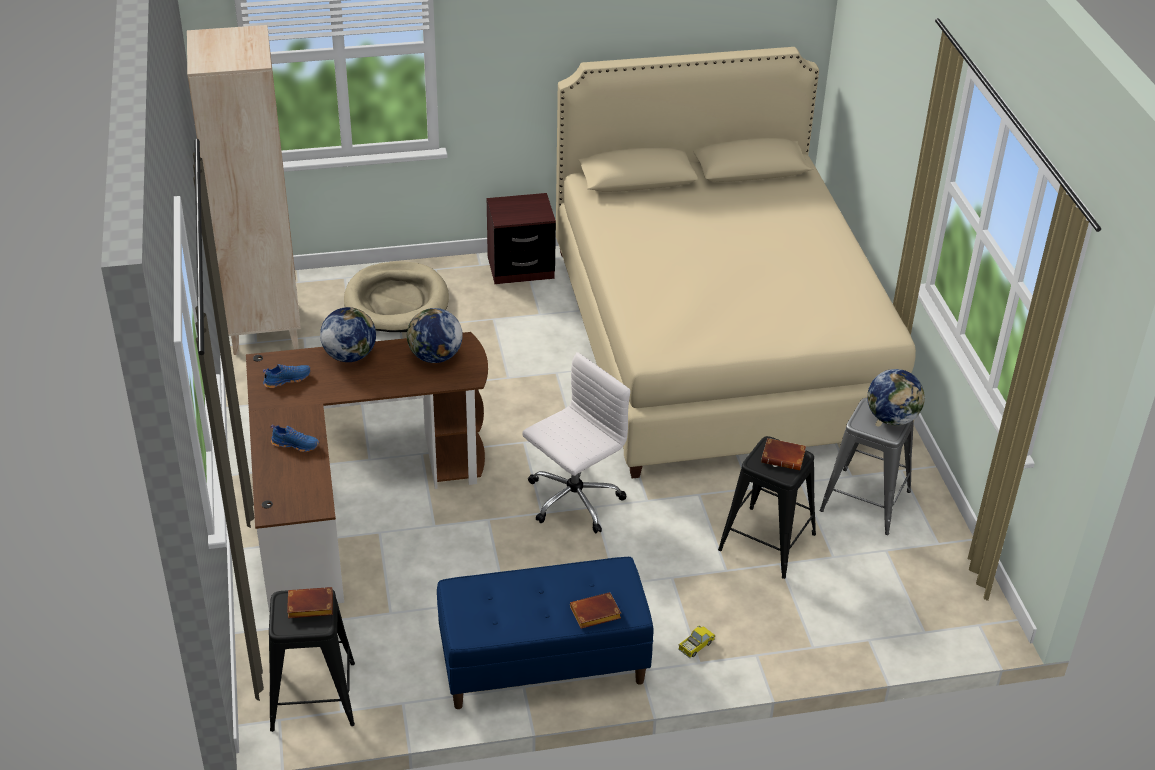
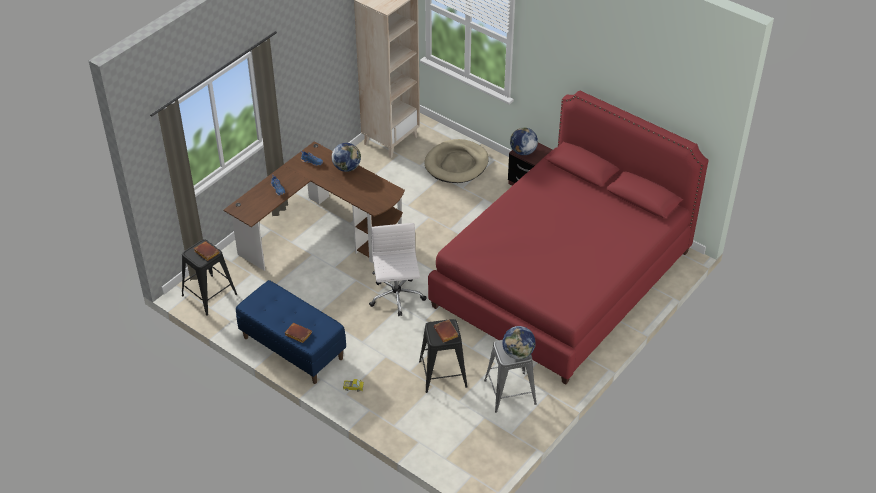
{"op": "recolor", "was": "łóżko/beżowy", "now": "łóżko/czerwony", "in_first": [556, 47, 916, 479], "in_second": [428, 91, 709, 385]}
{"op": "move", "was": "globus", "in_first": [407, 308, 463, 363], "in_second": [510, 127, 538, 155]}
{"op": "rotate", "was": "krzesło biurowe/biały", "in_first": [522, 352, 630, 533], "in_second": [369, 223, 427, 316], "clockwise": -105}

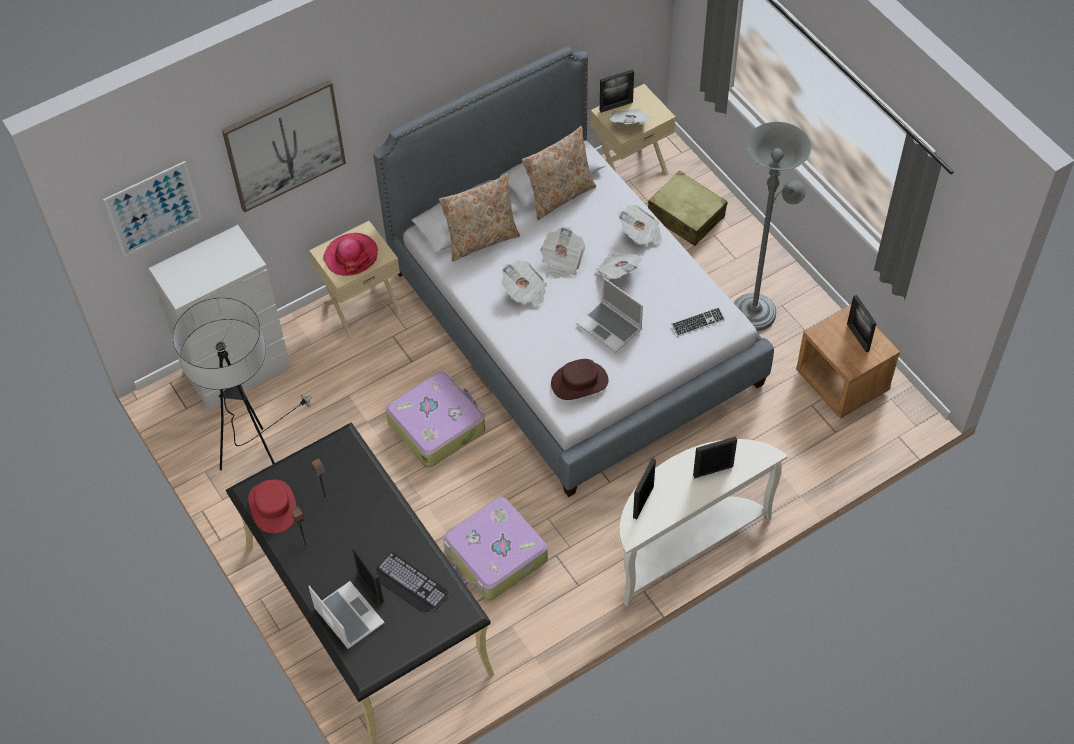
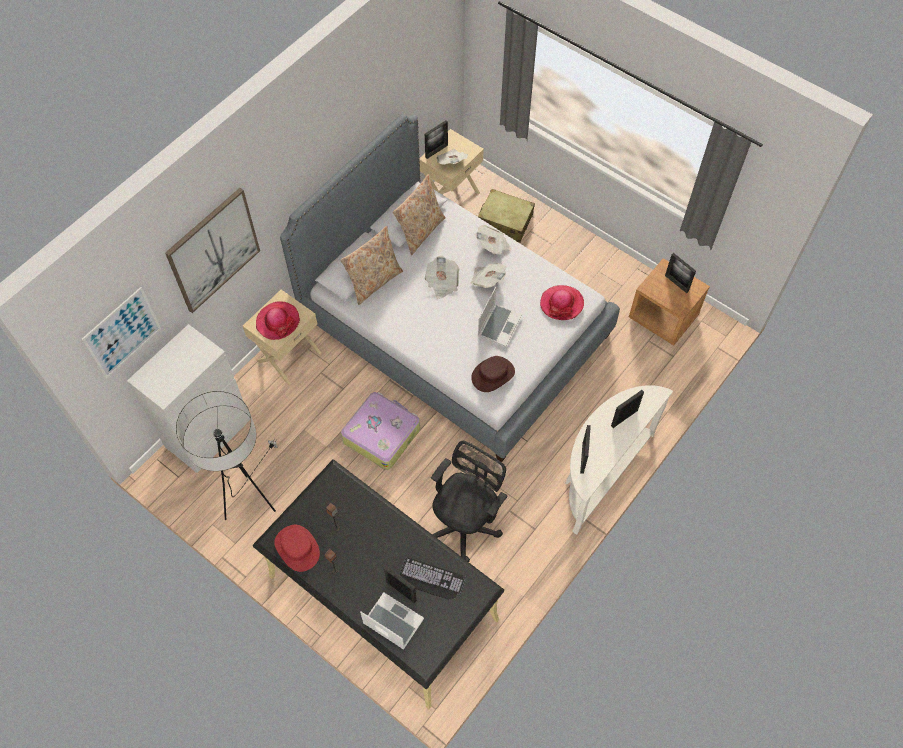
{"op": "delete", "was": "lampa stojąca/szary", "in_first": [734, 122, 811, 331]}
{"op": "delete", "was": "gazeta", "in_first": [502, 260, 547, 307]}
{"op": "rotate", "was": "laptop", "in_first": [577, 277, 643, 353], "in_second": [478, 287, 522, 347], "clockwise": -90}
{"op": "replace", "was": "klawiatura", "now": "kapelusz", "in_first": [672, 307, 725, 336], "in_second": [540, 285, 584, 320]}
{"op": "replace", "was": "walizka", "now": "krzesło biurowe/czarny", "in_first": [443, 497, 548, 600], "in_second": [431, 441, 507, 562]}

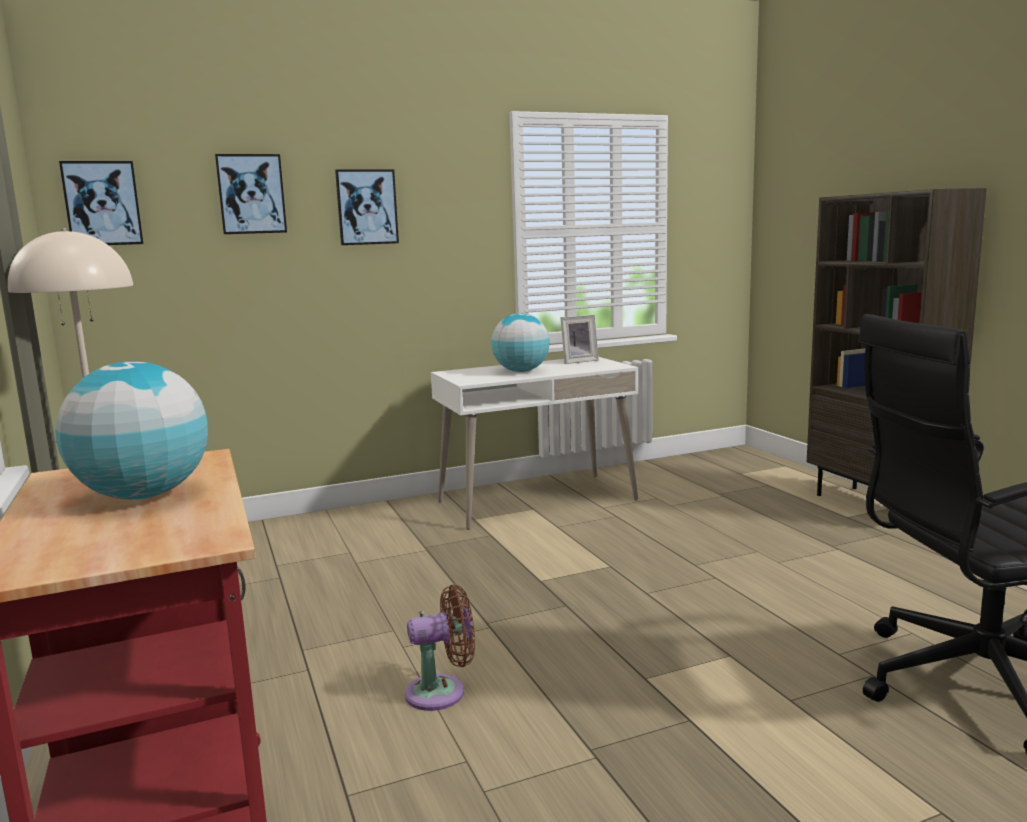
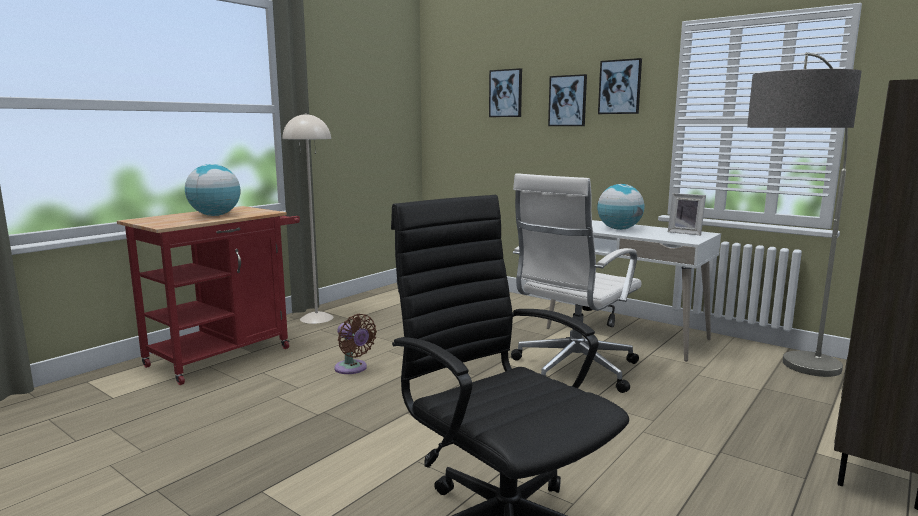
{"op": "move", "was": "obraz", "in_first": [59, 161, 143, 245], "in_second": [598, 58, 642, 114]}
{"op": "insert", "now": "lampa stojąca", "in_second": [747, 52, 862, 377]}
{"op": "insert", "now": "krzesło biurowe/biały", "in_second": [511, 173, 642, 393]}

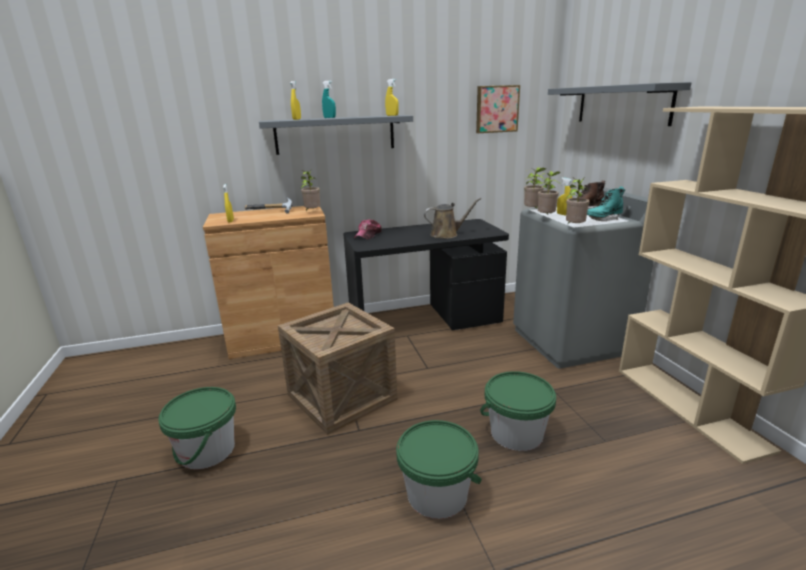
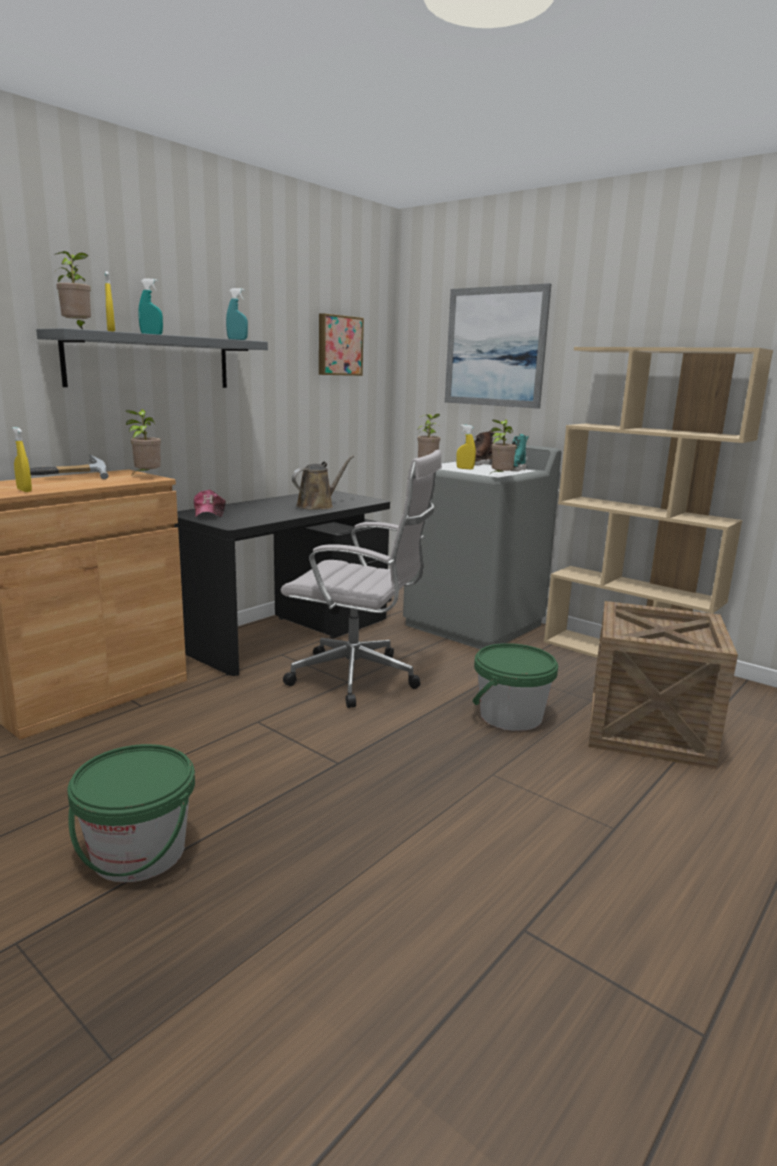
{"op": "recolor", "was": "spryskiwacz/żółty", "now": "spryskiwacz/turkusowy", "in_first": [385, 79, 399, 116], "in_second": [226, 288, 248, 340]}
{"op": "replace", "was": "półka/szary", "now": "obraz", "in_first": [548, 82, 691, 126], "in_second": [445, 283, 551, 409]}
{"op": "move", "was": "roślina doniczkowa", "in_first": [538, 171, 560, 215], "in_second": [54, 251, 91, 329]}
{"op": "move", "was": "skrzynka", "in_first": [278, 303, 397, 435], "in_second": [589, 601, 738, 769]}
{"op": "delete", "was": "wiadro/zielony", "in_first": [396, 420, 482, 519]}
{"op": "insert", "now": "krzesło biurowe/biały", "in_second": [281, 450, 442, 708]}

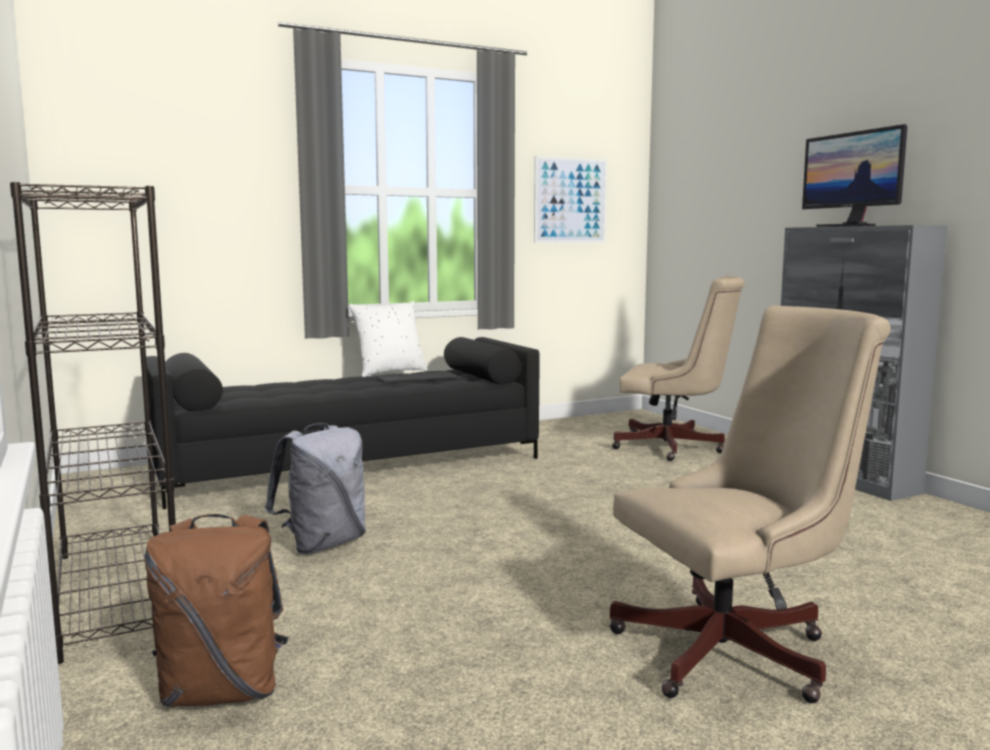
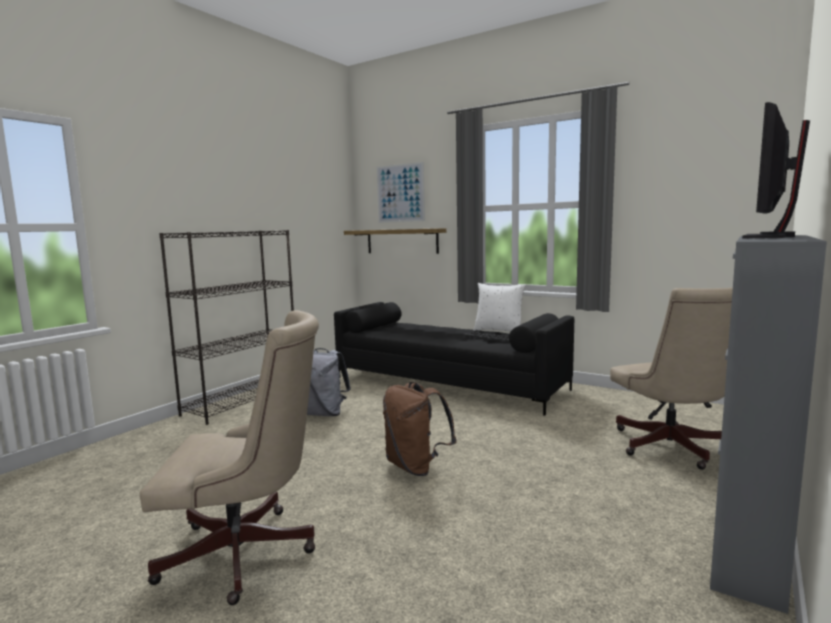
{"op": "move", "was": "obraz", "in_first": [534, 156, 607, 243], "in_second": [377, 162, 425, 223]}
{"op": "rotate", "was": "krzesło biurowe/beżowy", "in_first": [610, 306, 891, 703], "in_second": [140, 310, 319, 605], "clockwise": -45}
{"op": "move", "was": "plecak/brązowy", "in_first": [144, 514, 289, 707], "in_second": [383, 382, 457, 476]}
{"op": "insert", "now": "półka", "in_second": [344, 228, 446, 254]}

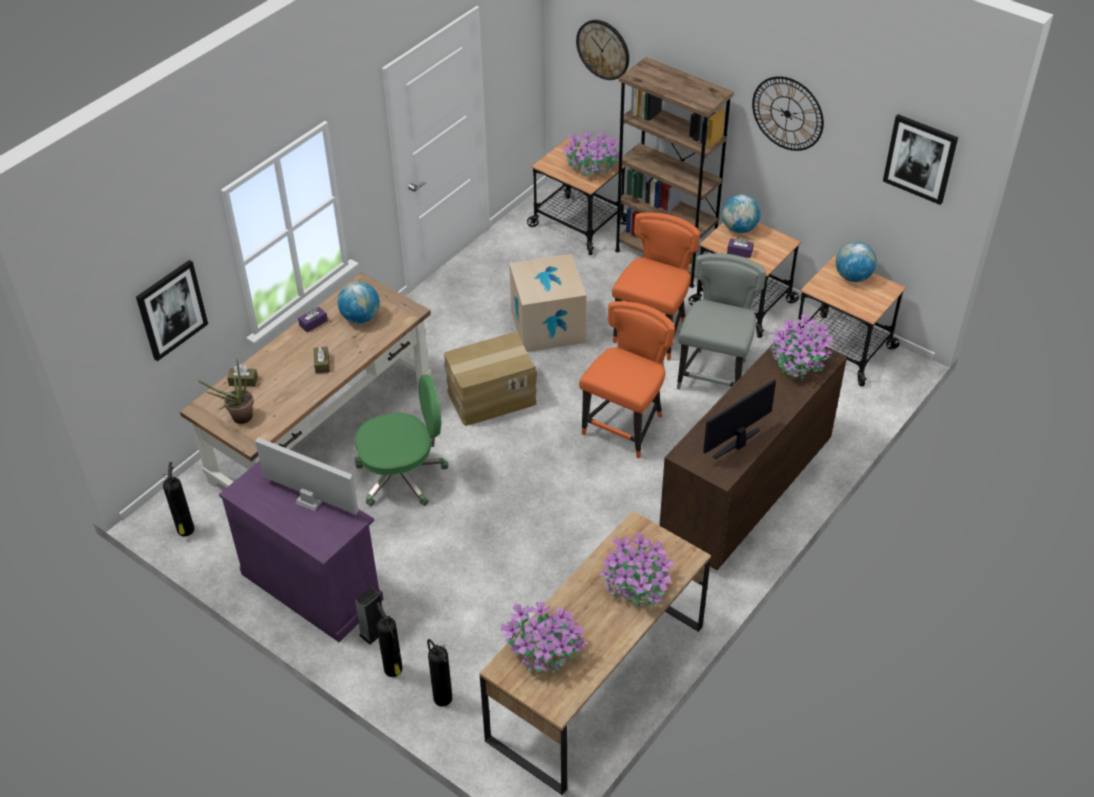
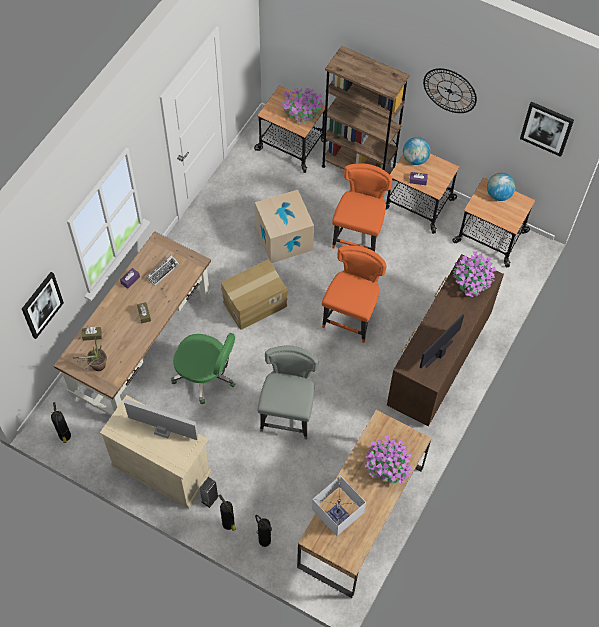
{"op": "delete", "was": "zegar ścienny", "in_first": [576, 20, 629, 80]}
{"op": "move", "was": "krzesło/szary", "in_first": [677, 253, 766, 389], "in_second": [257, 345, 318, 440]}
{"op": "replace", "was": "globus", "now": "klawiatura", "in_first": [338, 281, 380, 323], "in_second": [146, 255, 179, 286]}
{"op": "rotate", "was": "krzesło biurowe/zielony", "in_first": [355, 375, 448, 506], "in_second": [171, 333, 236, 404], "clockwise": 45}
{"op": "recolor", "was": "szafka/fioletowy", "now": "szafka/beżowy", "in_first": [219, 461, 383, 642], "in_second": [100, 395, 212, 509]}
{"op": "replace", "was": "roślina doniczkowa", "now": "lampa stołowa/biały", "in_first": [500, 602, 587, 673], "in_second": [312, 476, 366, 536]}

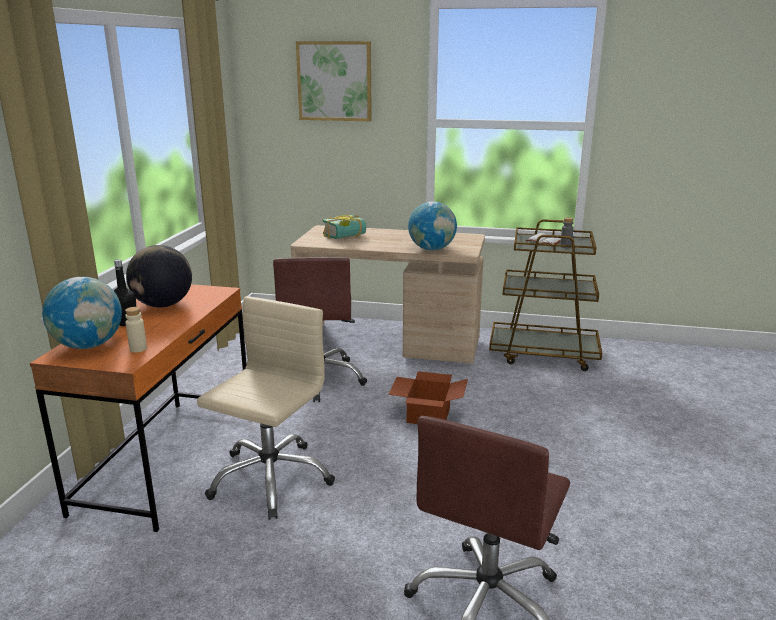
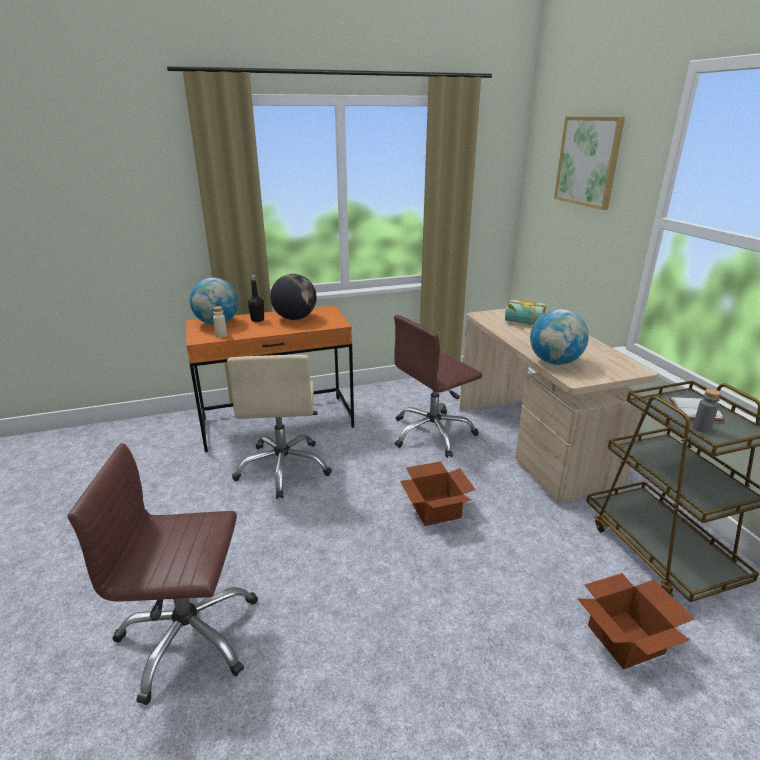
{"op": "rotate", "was": "krzesło biurowe/beżowy", "in_first": [197, 296, 335, 520], "in_second": [227, 355, 332, 499], "clockwise": 90}
{"op": "insert", "now": "karton", "in_second": [577, 573, 695, 669]}

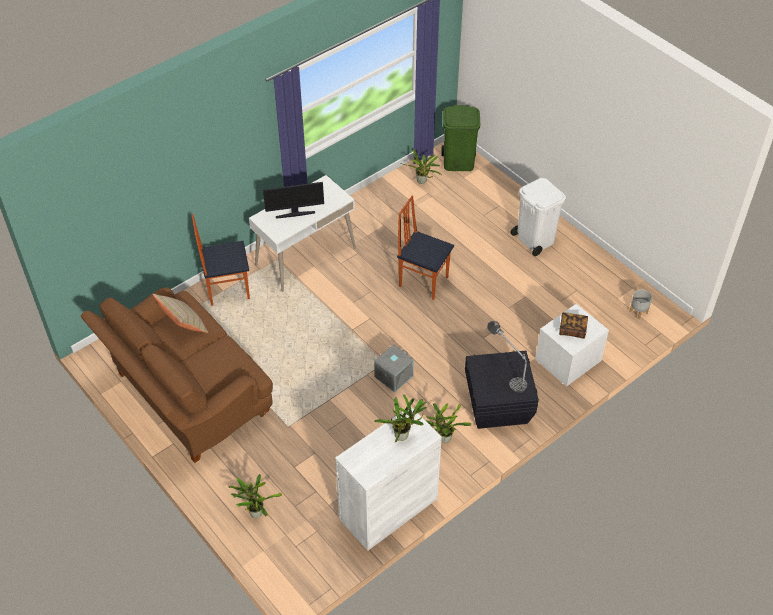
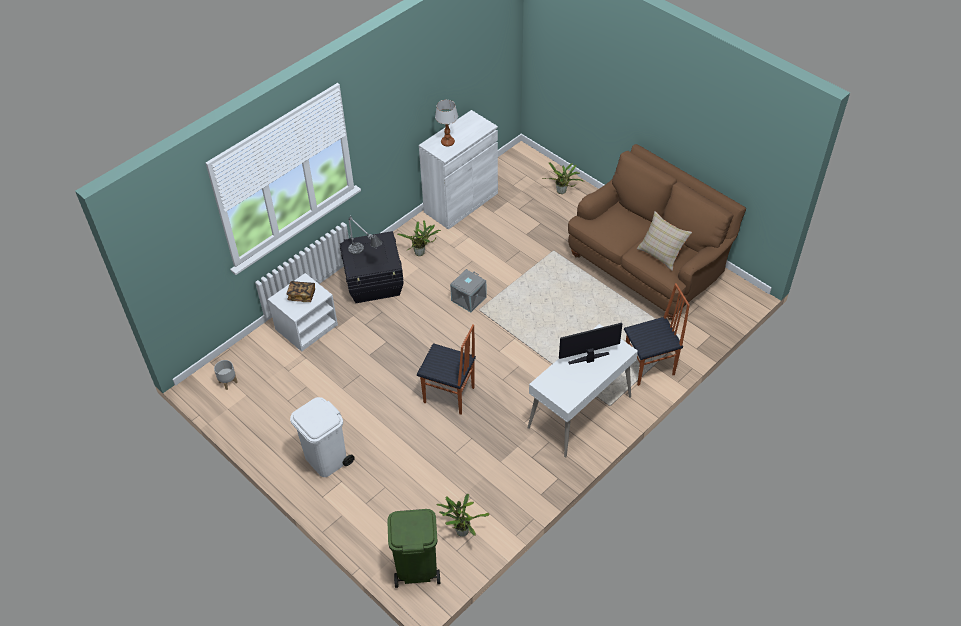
{"op": "replace", "was": "roślina doniczkowa", "now": "lampa stołowa", "in_first": [374, 394, 427, 443], "in_second": [435, 100, 458, 147]}

